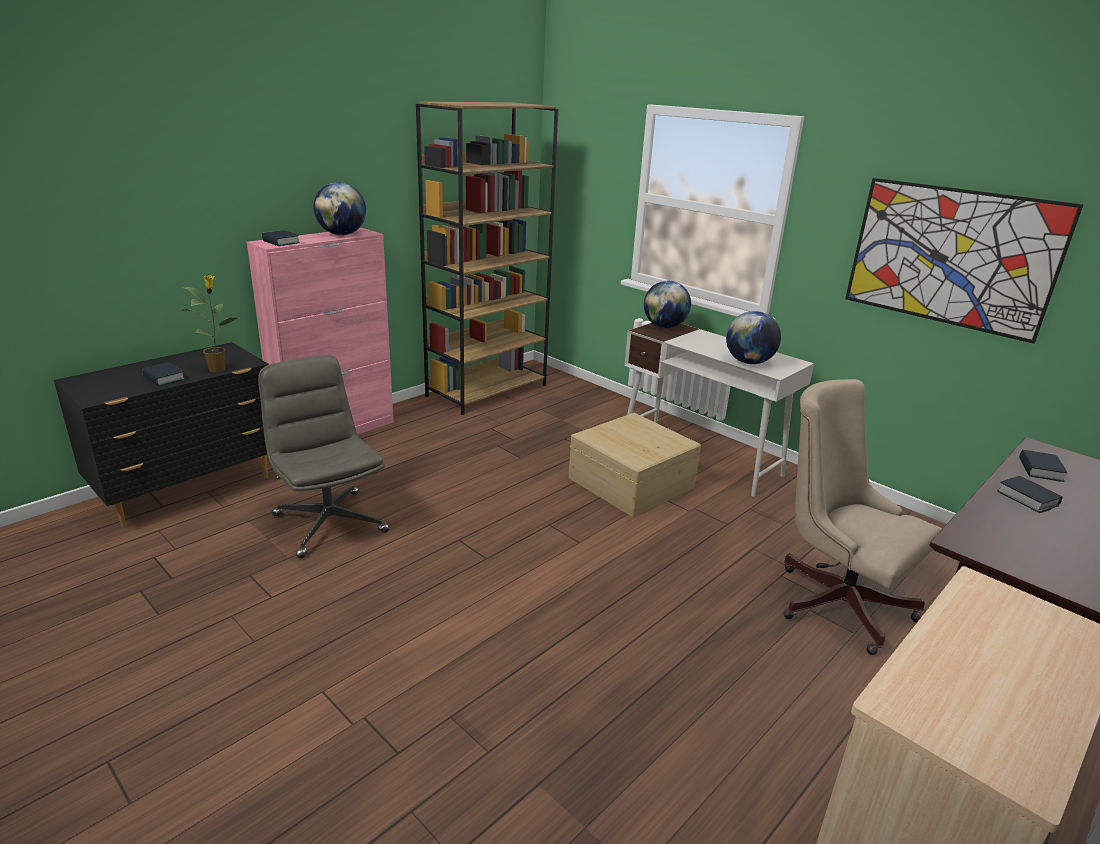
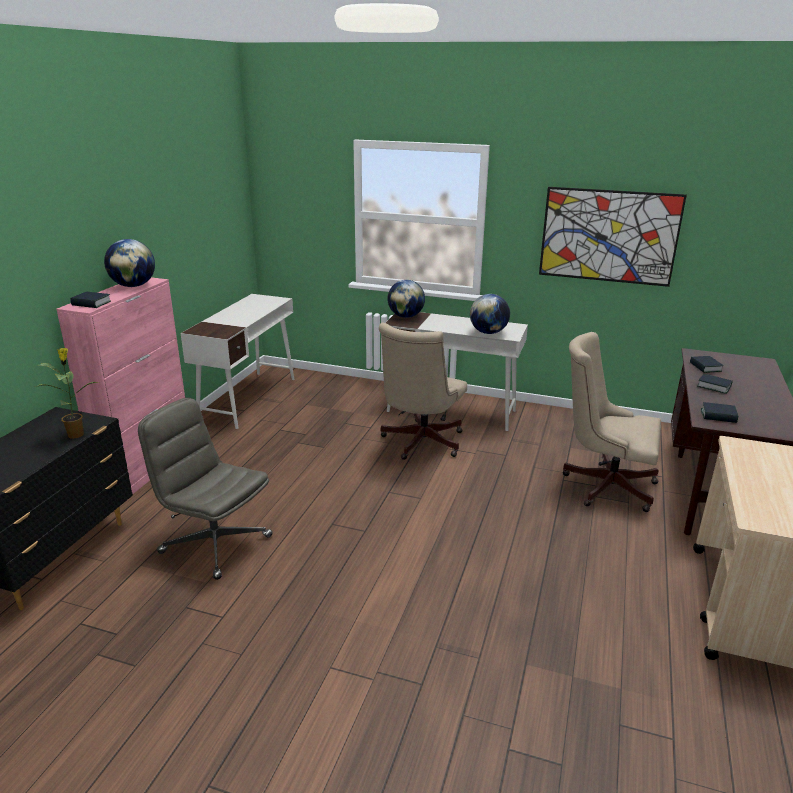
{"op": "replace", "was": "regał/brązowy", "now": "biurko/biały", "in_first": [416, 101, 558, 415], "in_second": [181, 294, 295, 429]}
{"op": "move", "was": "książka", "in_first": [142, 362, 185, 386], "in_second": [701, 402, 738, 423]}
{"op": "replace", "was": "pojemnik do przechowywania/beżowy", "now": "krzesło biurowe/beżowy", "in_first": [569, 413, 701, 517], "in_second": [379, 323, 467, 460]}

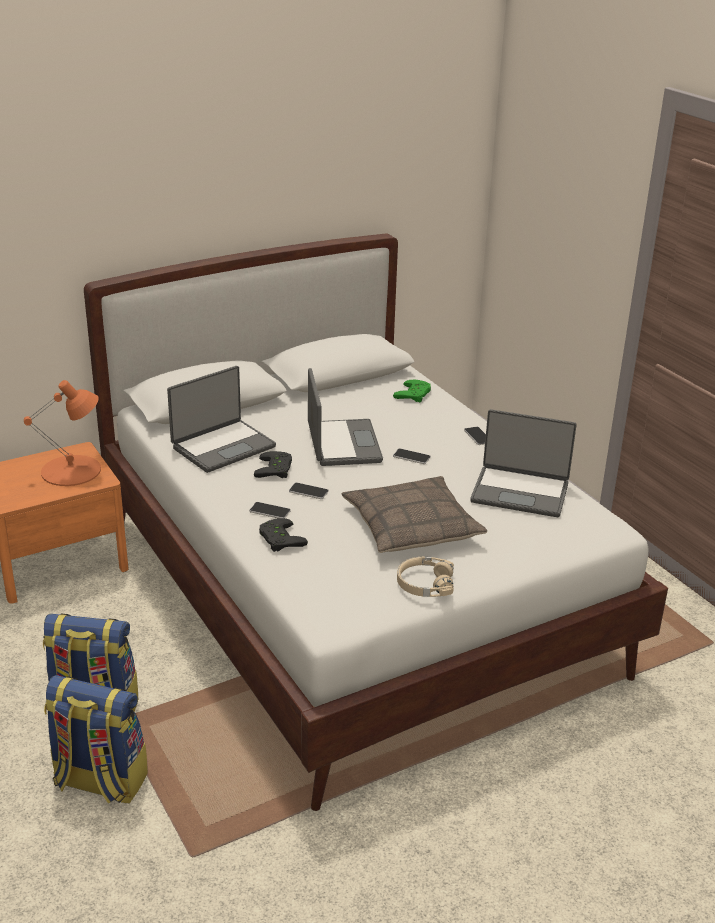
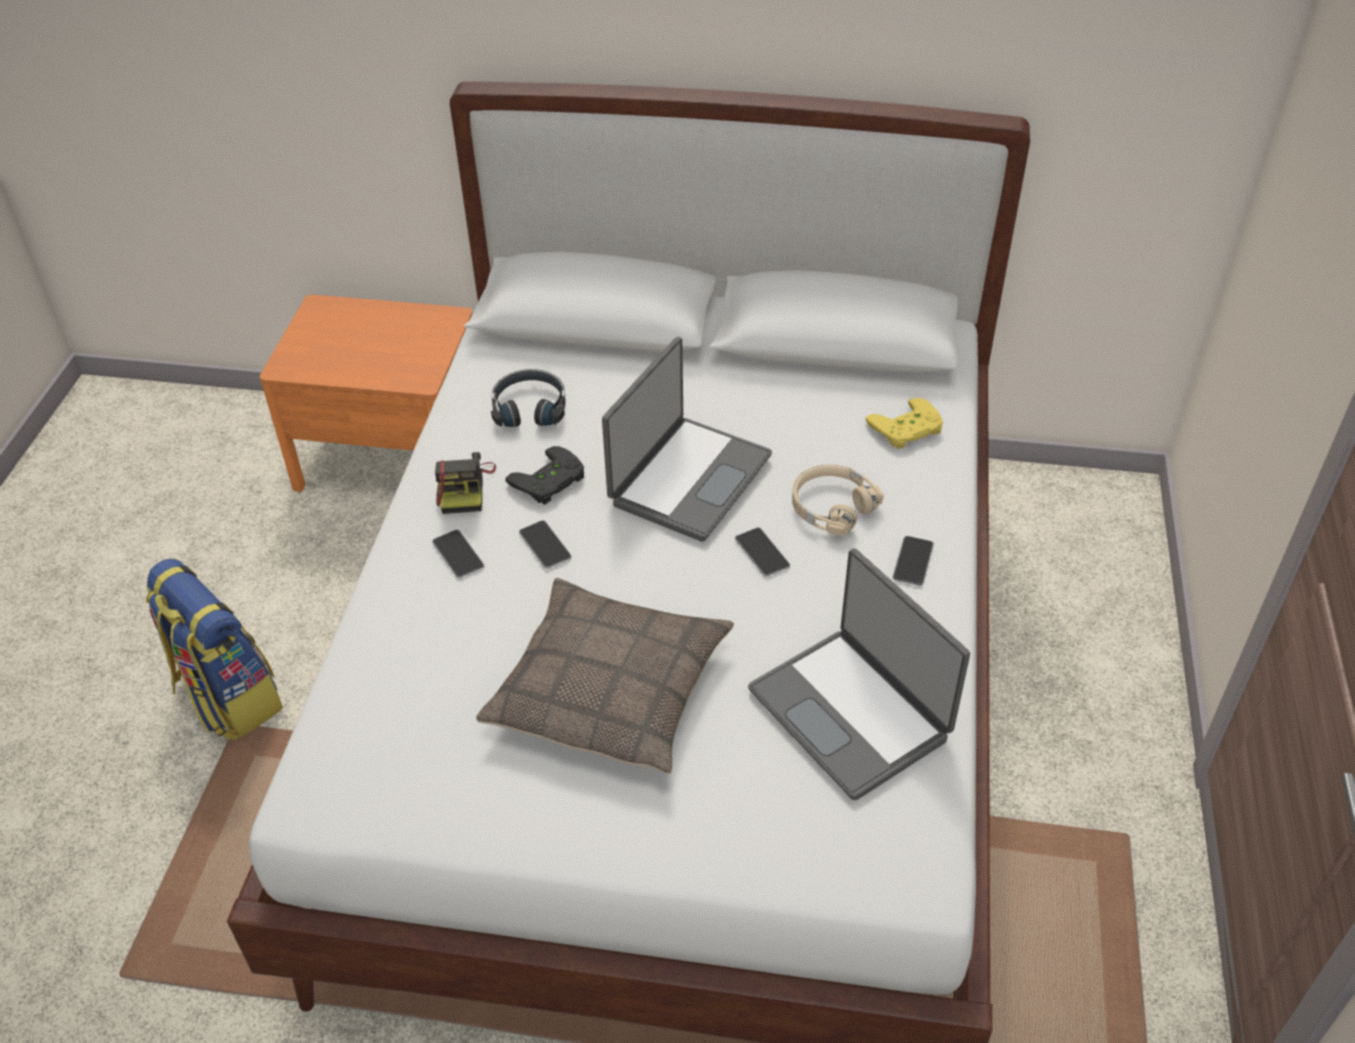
{"op": "replace", "was": "laptop", "now": "słuchawki/czarny", "in_first": [167, 366, 276, 473], "in_second": [491, 369, 566, 427]}
{"op": "delete", "was": "lampa stołowa/pomarańczowy", "in_first": [24, 380, 101, 486]}
{"op": "recolor", "was": "pad do gier/zielony", "now": "pad do gier/żółty", "in_first": [393, 380, 431, 402], "in_second": [865, 398, 943, 449]}
{"op": "delete", "was": "pad do gier/czarny", "in_first": [259, 518, 308, 552]}
{"op": "move", "was": "słuchawki/beżowy", "in_first": [397, 557, 454, 597], "in_second": [792, 464, 884, 535]}
{"op": "delete", "was": "plecak", "in_first": [44, 675, 148, 804]}
{"op": "insert", "now": "aparat fotograficzny", "in_second": [435, 452, 496, 514]}

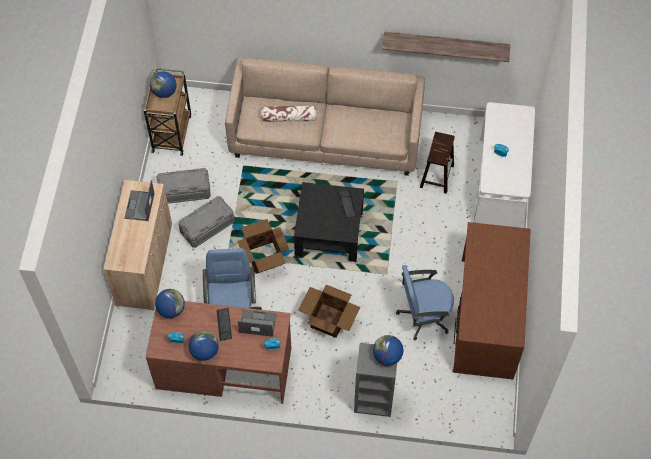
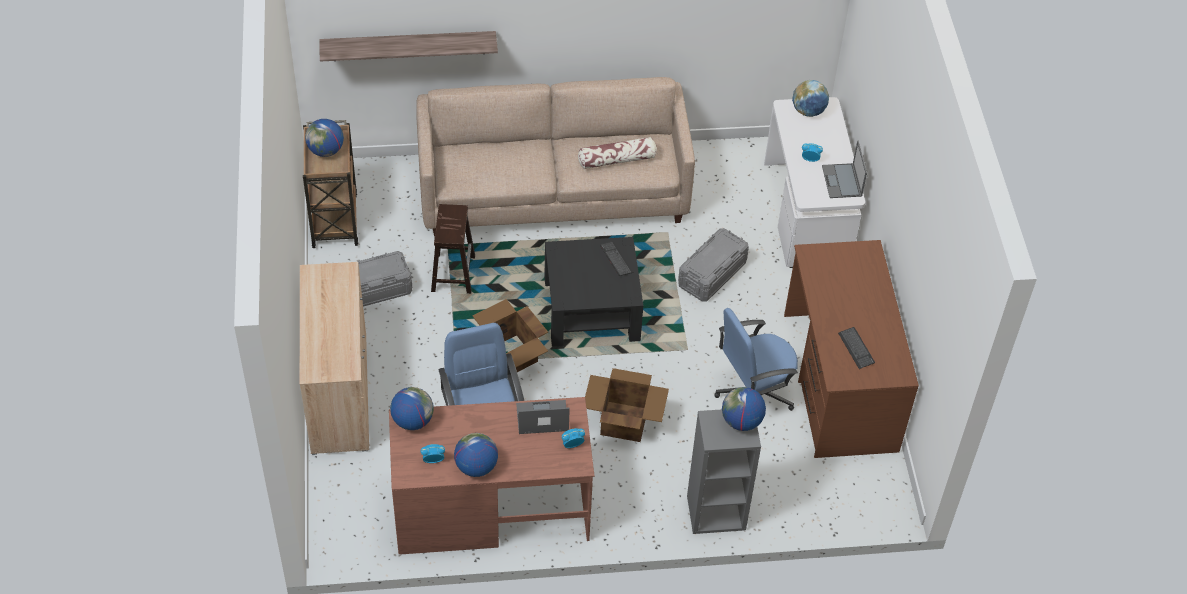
{"op": "move", "was": "półka", "in_first": [382, 32, 510, 62], "in_second": [319, 31, 498, 62]}
{"op": "move", "was": "poduszka", "in_first": [260, 106, 317, 122], "in_second": [578, 137, 657, 169]}
{"op": "move", "was": "stołek/brązowy", "in_first": [420, 132, 455, 194], "in_second": [431, 204, 475, 294]}
{"op": "move", "was": "laptop", "in_first": [124, 180, 155, 221], "in_second": [822, 141, 867, 198]}
{"op": "move", "was": "pojemnik do przechowywania/szary", "in_first": [178, 196, 234, 248], "in_second": [678, 228, 749, 302]}
{"op": "move", "was": "klawiatura", "in_first": [217, 308, 232, 341], "in_second": [838, 327, 875, 369]}
{"op": "insert", "now": "globus", "in_second": [792, 80, 829, 117]}

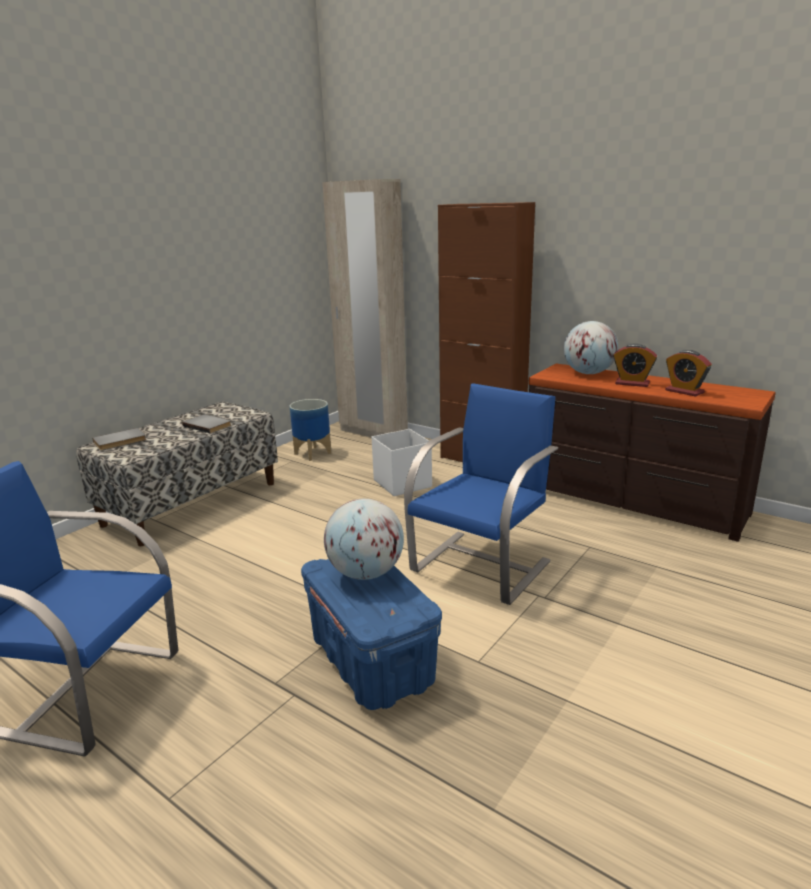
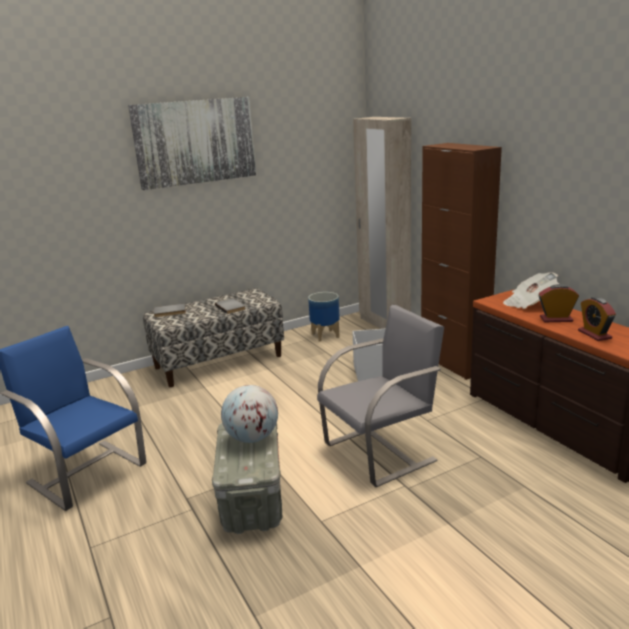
{"op": "replace", "was": "globus", "now": "gazeta", "in_first": [564, 321, 618, 374], "in_second": [503, 272, 559, 309]}
{"op": "rotate", "was": "budzik", "in_first": [613, 344, 657, 387], "in_second": [538, 284, 579, 322], "clockwise": 135}
{"op": "recolor", "was": "krzesło/niebieski", "now": "krzesło/szary", "in_first": [404, 383, 558, 605], "in_second": [317, 305, 444, 487]}
{"op": "recolor", "was": "pojemnik do przechowywania/niebieski", "now": "pojemnik do przechowywania/szary", "in_first": [301, 559, 442, 710], "in_second": [212, 423, 282, 534]}
{"op": "insert", "now": "obraz", "in_second": [128, 97, 256, 190]}

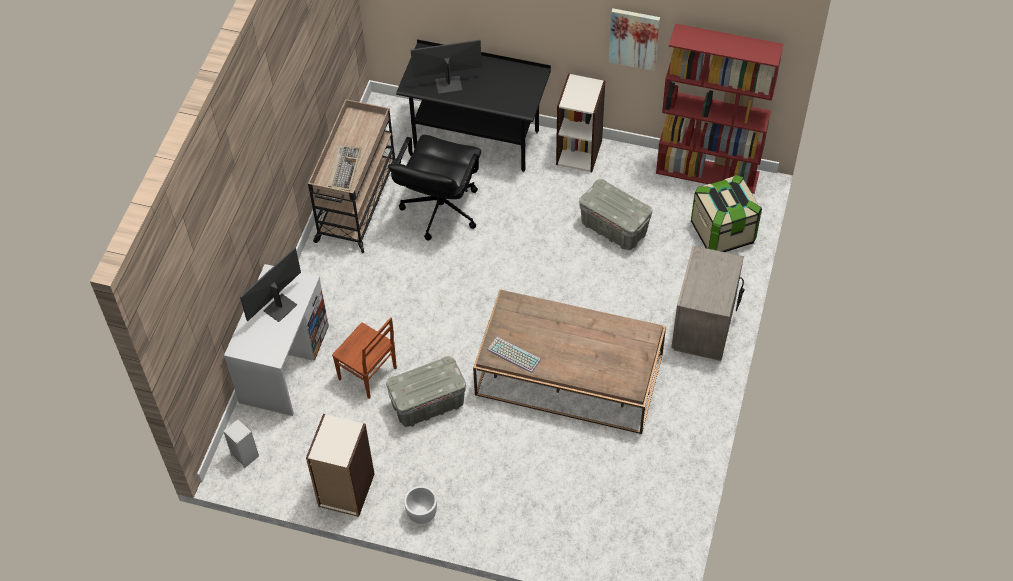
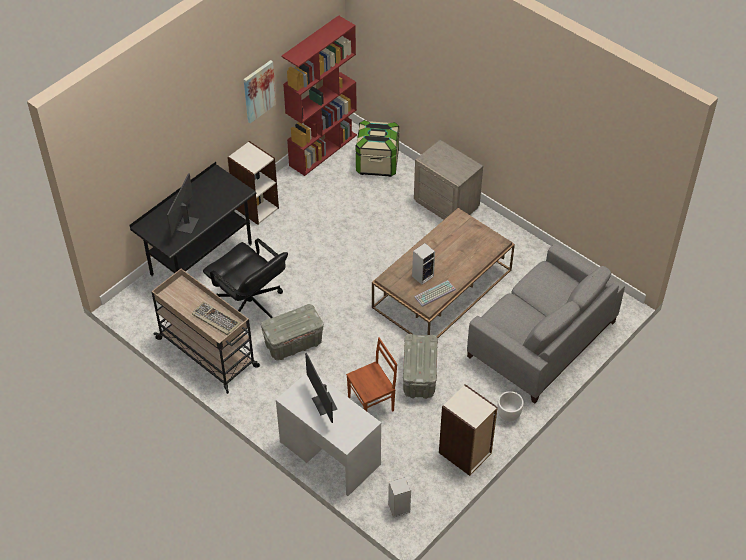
{"op": "move", "was": "pojemnik do przechowywania/szary", "in_first": [579, 179, 652, 250], "in_second": [261, 304, 324, 360]}
{"op": "insert", "now": "głośnik", "in_second": [412, 243, 435, 285]}
{"op": "insert", "now": "kanapa/szary", "in_second": [467, 243, 625, 404]}

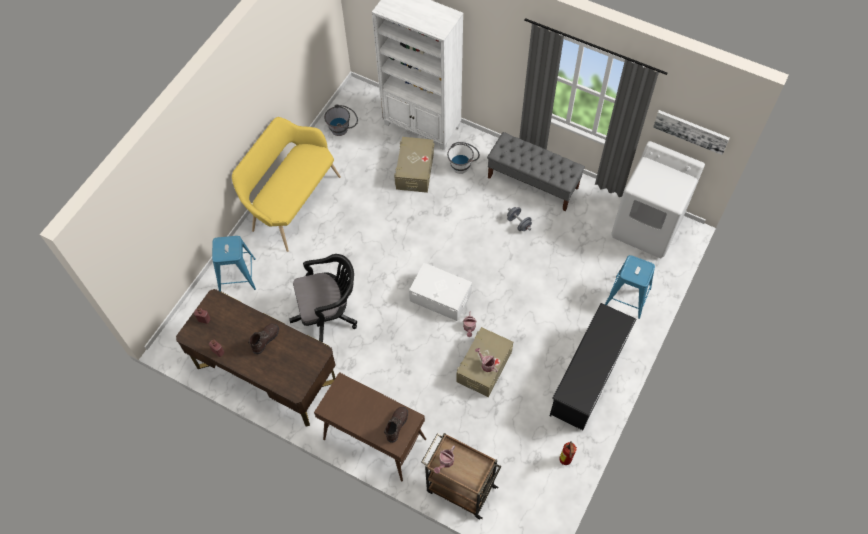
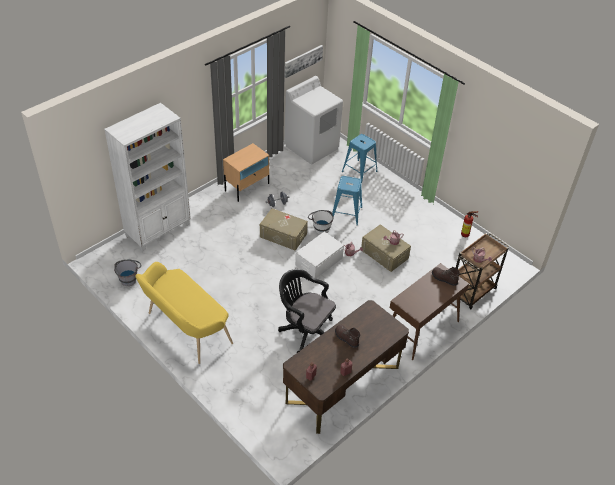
{"op": "replace", "was": "ławka/szary", "now": "szafka nocna/beżowy", "in_first": [487, 132, 585, 212], "in_second": [223, 143, 269, 202]}
{"op": "move", "was": "pojemnik do przechowywania/beżowy", "in_first": [394, 137, 434, 193], "in_second": [260, 208, 308, 251]}
{"op": "move", "was": "wiadro/biały", "in_first": [447, 142, 480, 174], "in_second": [308, 210, 333, 234]}
{"op": "move", "was": "stołek/niebieski", "in_first": [212, 236, 256, 291], "in_second": [332, 176, 362, 225]}
{"op": "rotate", "was": "krzesło biurowe/czarny", "in_first": [289, 254, 357, 343], "in_second": [278, 269, 336, 353], "clockwise": -60}
{"op": "delete", "was": "regał na buty/czarny", "in_first": [550, 303, 636, 430]}

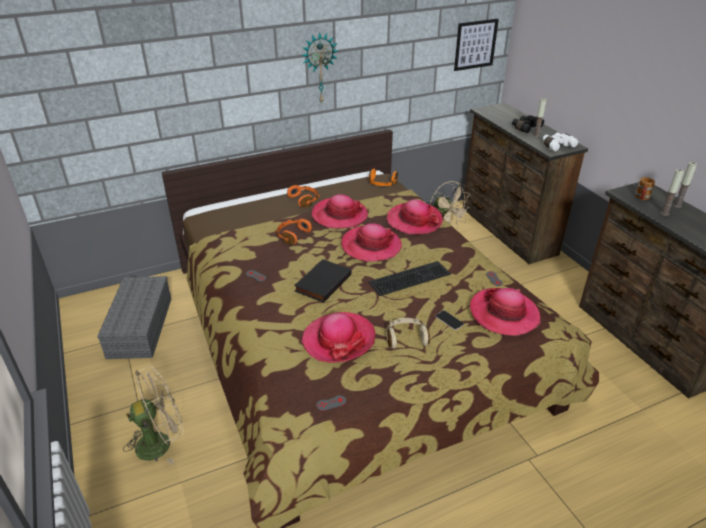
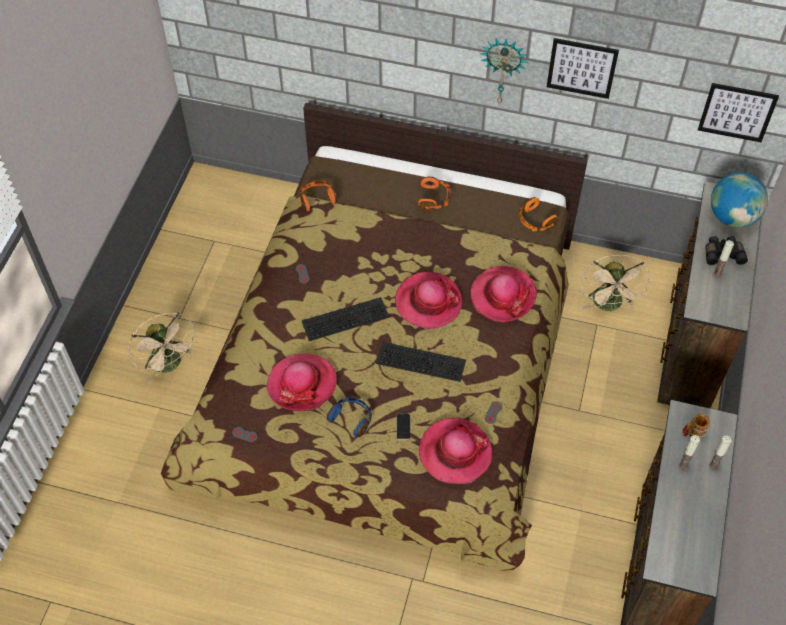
{"op": "delete", "was": "lornetka/biały", "in_first": [543, 132, 578, 151]}
{"op": "delete", "was": "kapelusz", "in_first": [312, 194, 368, 228]}
{"op": "move", "was": "słuchawki/pomarańczowy", "in_first": [276, 218, 312, 245], "in_second": [300, 181, 337, 211]}
{"op": "replace", "was": "książka/czarny", "now": "klawiatura", "in_first": [294, 259, 352, 303], "in_second": [302, 297, 389, 341]}
{"op": "delete", "was": "pojemnik do przechowywania/szary", "in_first": [97, 276, 171, 359]}
{"op": "recolor", "was": "słuchawki/beżowy", "now": "słuchawki/niebieski", "in_first": [386, 318, 430, 349], "in_second": [327, 396, 372, 437]}
{"op": "rotate", "was": "wentylator/beżowy", "in_first": [123, 366, 184, 465], "in_second": [128, 312, 199, 381], "clockwise": 45}
{"op": "insert", "now": "obraz", "in_second": [547, 38, 619, 99]}
{"op": "insert", "now": "globus", "in_second": [711, 172, 768, 228]}

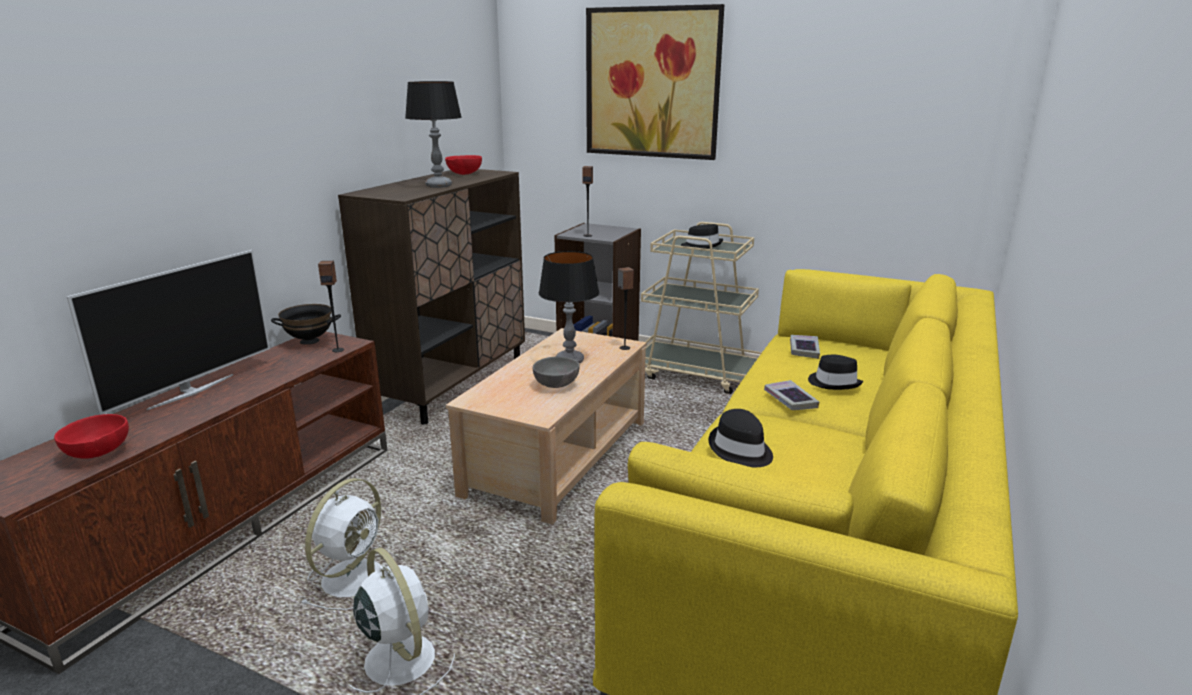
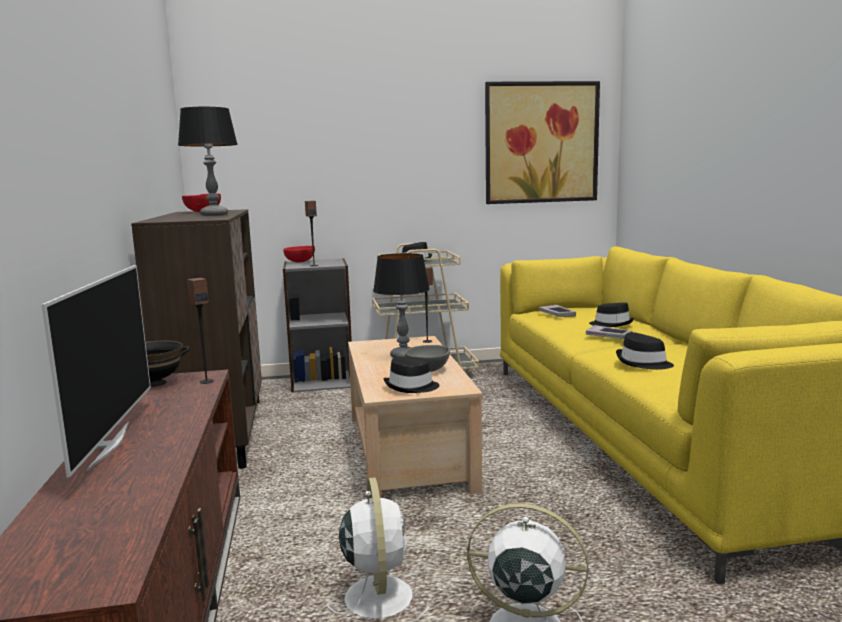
{"op": "move", "was": "obraz", "in_first": [586, 4, 724, 160], "in_second": [485, 81, 600, 204]}
{"op": "move", "was": "miska/czerwony", "in_first": [54, 414, 129, 459], "in_second": [283, 246, 315, 262]}
{"op": "insert", "now": "kapelusz/czarny", "in_second": [383, 358, 440, 393]}

